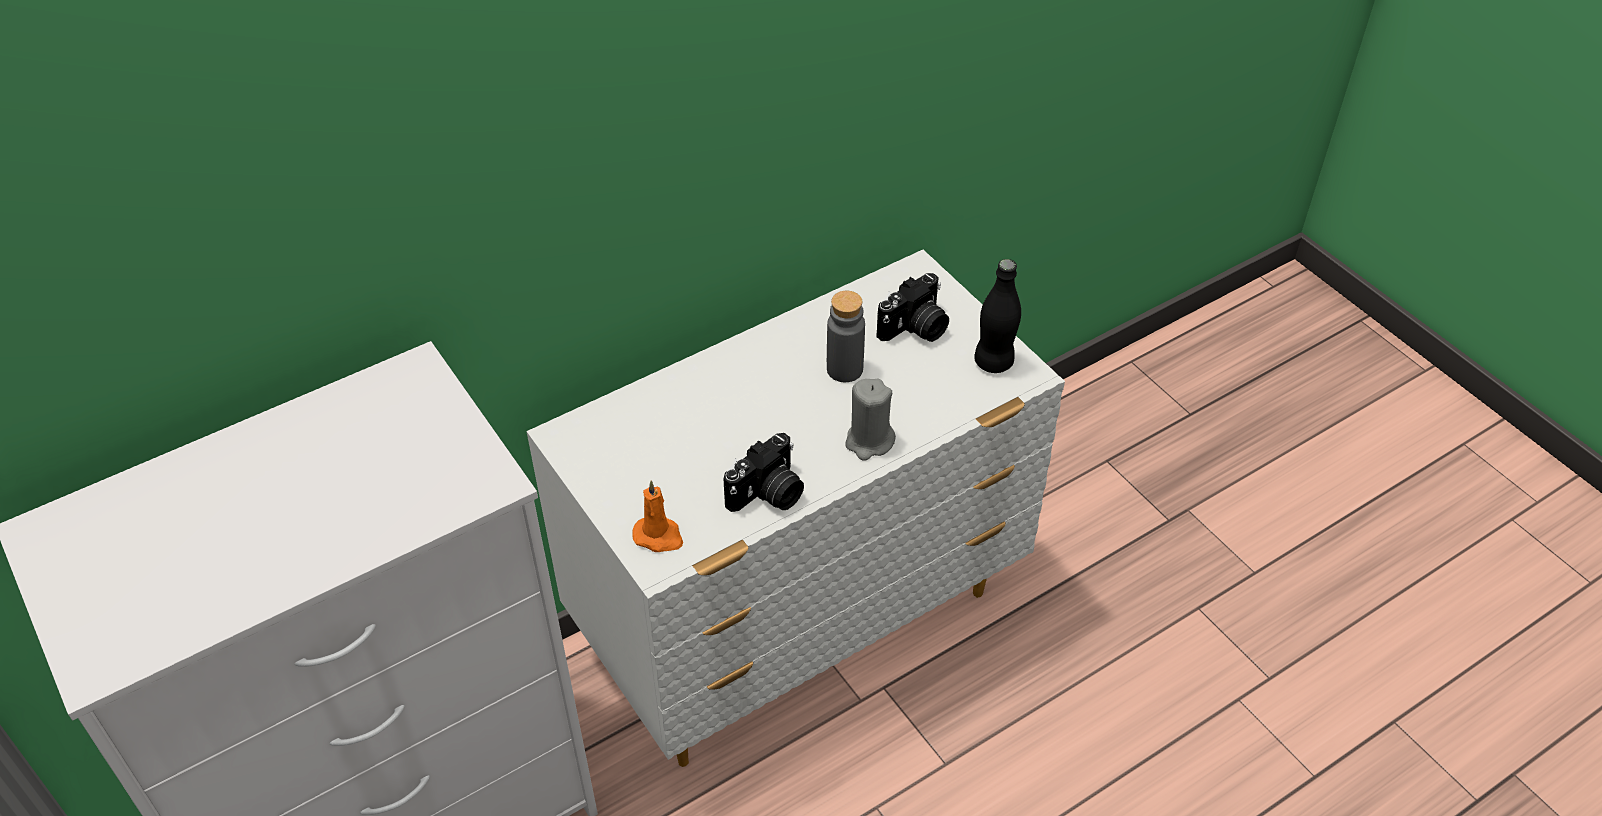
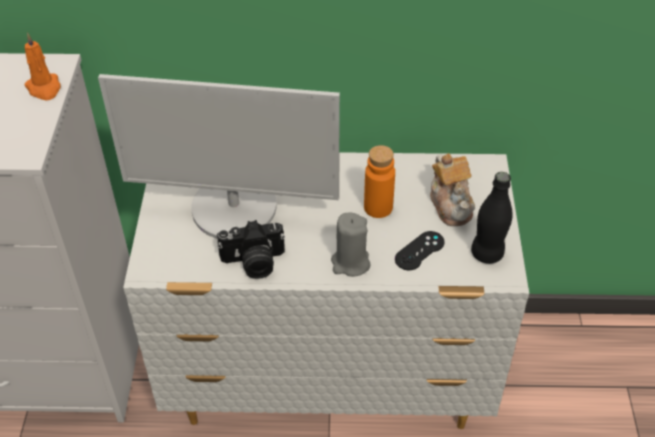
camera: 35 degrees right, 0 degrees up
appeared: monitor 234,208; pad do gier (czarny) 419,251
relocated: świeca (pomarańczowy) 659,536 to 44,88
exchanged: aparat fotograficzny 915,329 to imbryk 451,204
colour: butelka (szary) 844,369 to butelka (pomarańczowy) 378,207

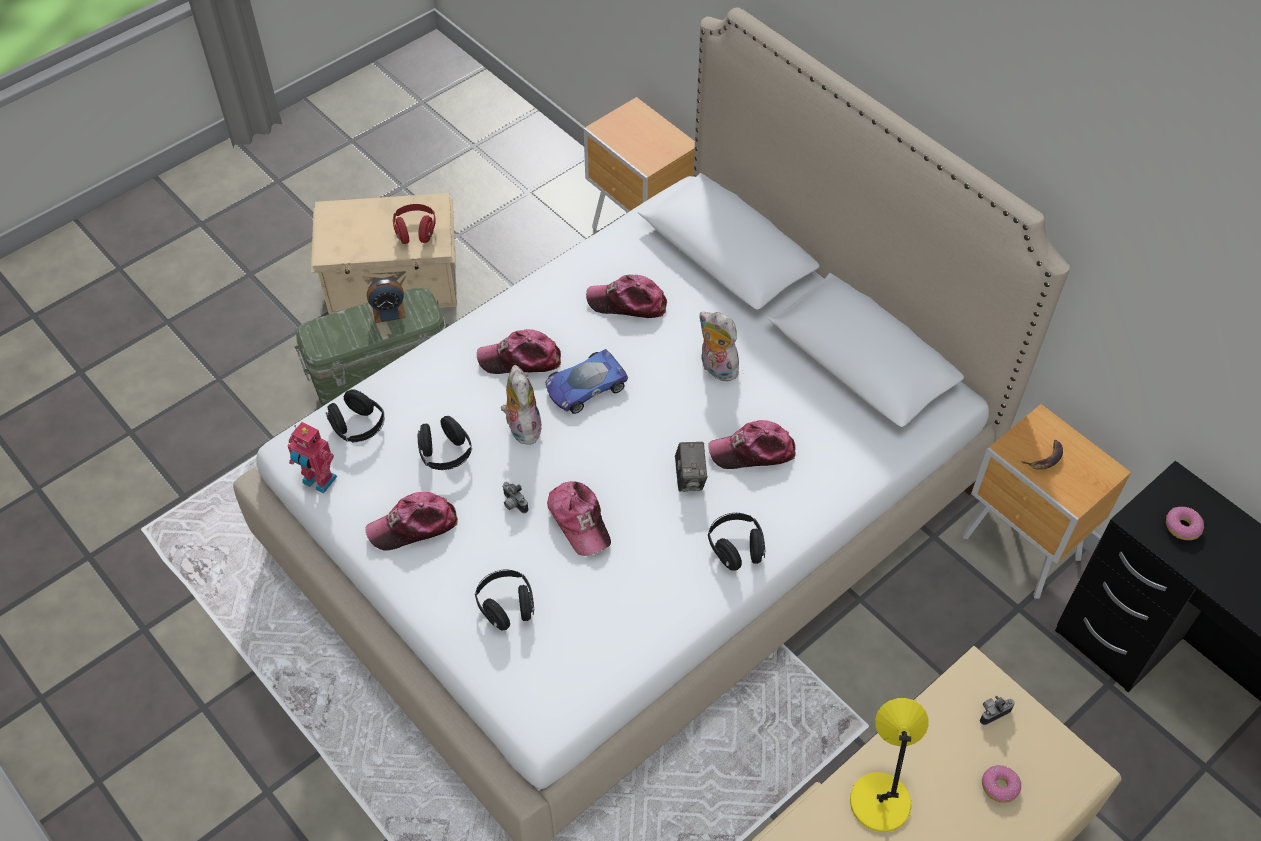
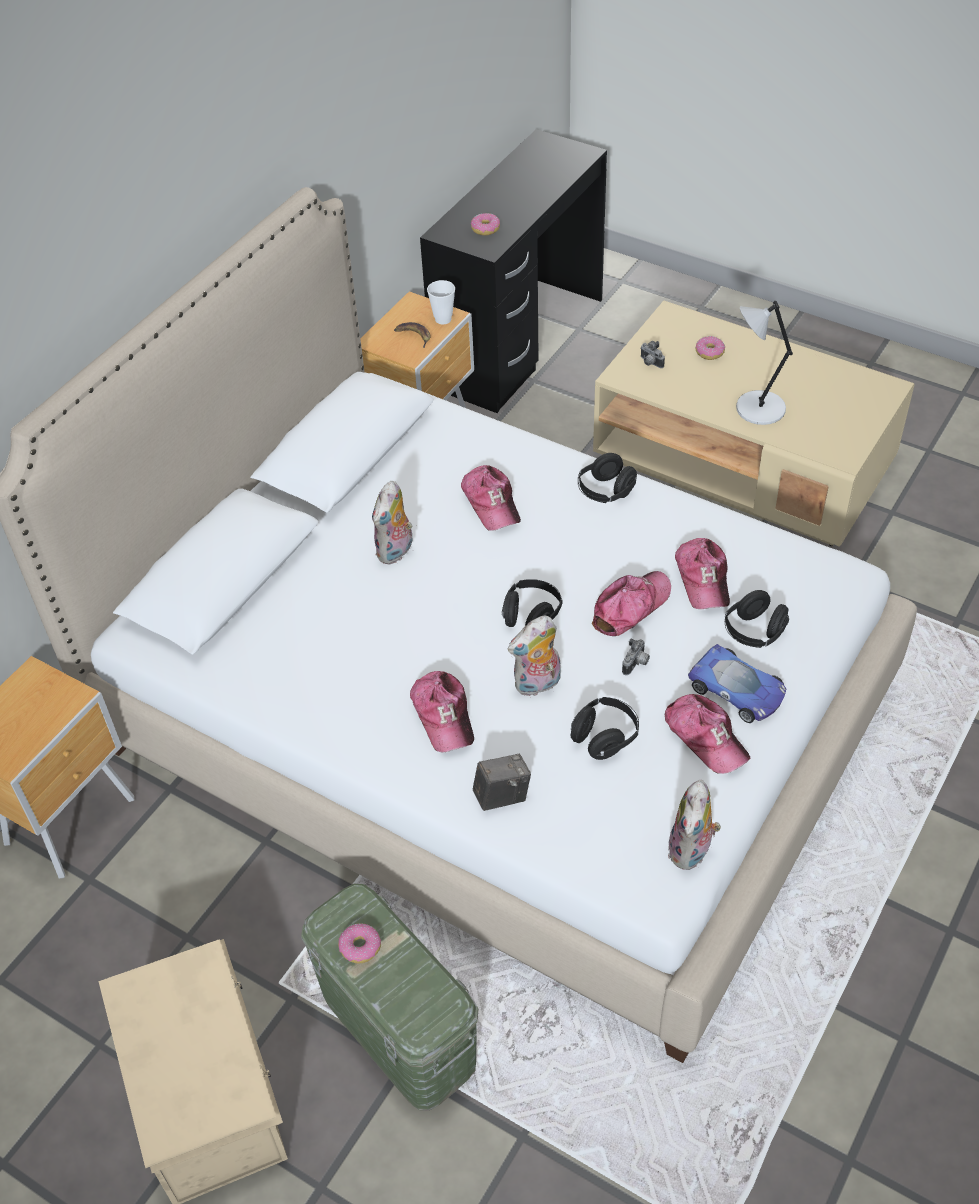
camera: 105 degrees left, 5 degrees down
missing: słuchawki (czerwony) 415,232
appeared: filiżanka 443,319
relocated: słuchawki (czarny) 358,427 to 531,616; samochodzik 585,387 to 738,691; czapka z daszkiem 627,303 to 703,579; aparat fotograficzny 690,478 to 502,796
exchanged: robot zabawkowy 318,481 to pluszak 691,851; budzik 388,311 to donut 360,947
colour: lampa stołowa (żółty) 880,798 to lampa stołowa (szary) 757,409

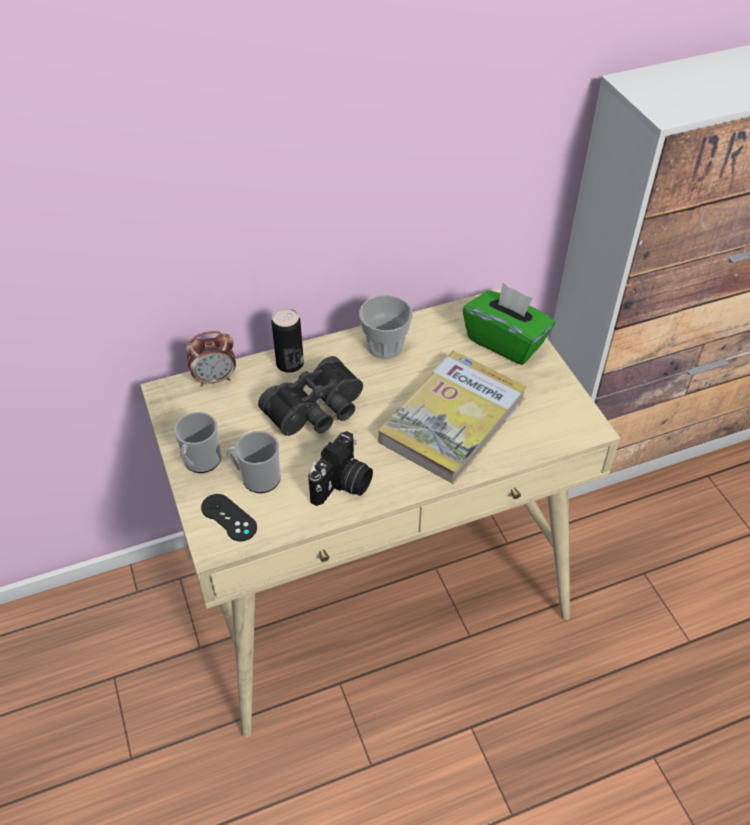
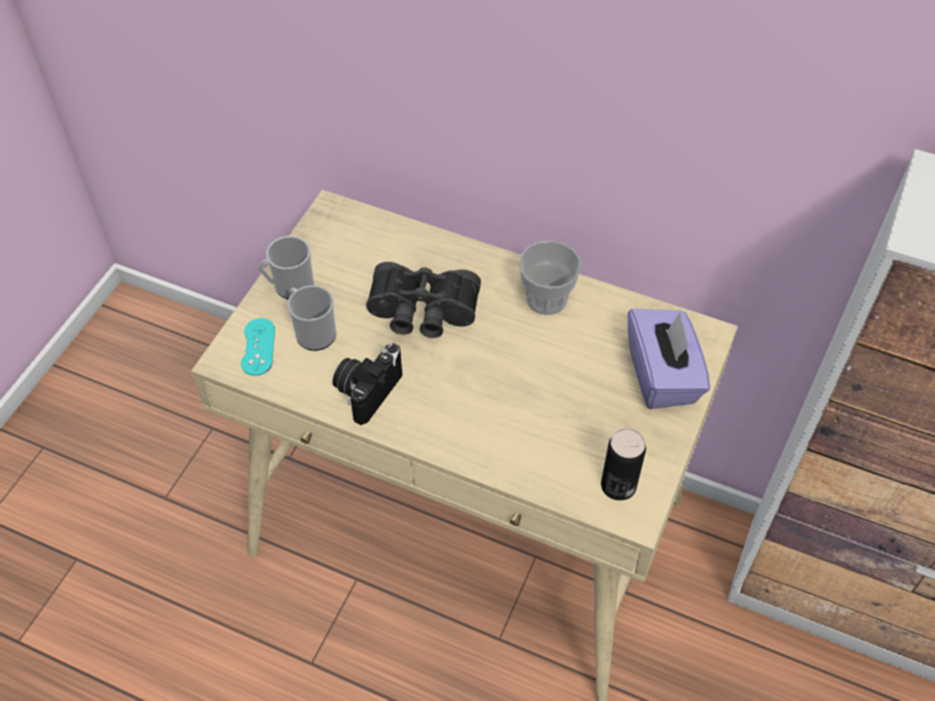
camera: 45 degrees right, 5 degrees up
missing: budzik 215,379; książka 452,420
relocated: puszka 290,364 to 618,485
colour: pad do gier (czarny) 229,517 to pad do gier (turkusowy) 258,347; pudełko chusteczek (zielony) 505,341 to pudełko chusteczek (fioletowy) 662,375
spun: aparat fotograficzny 342,485 = 367,390 135 degrees clockwise

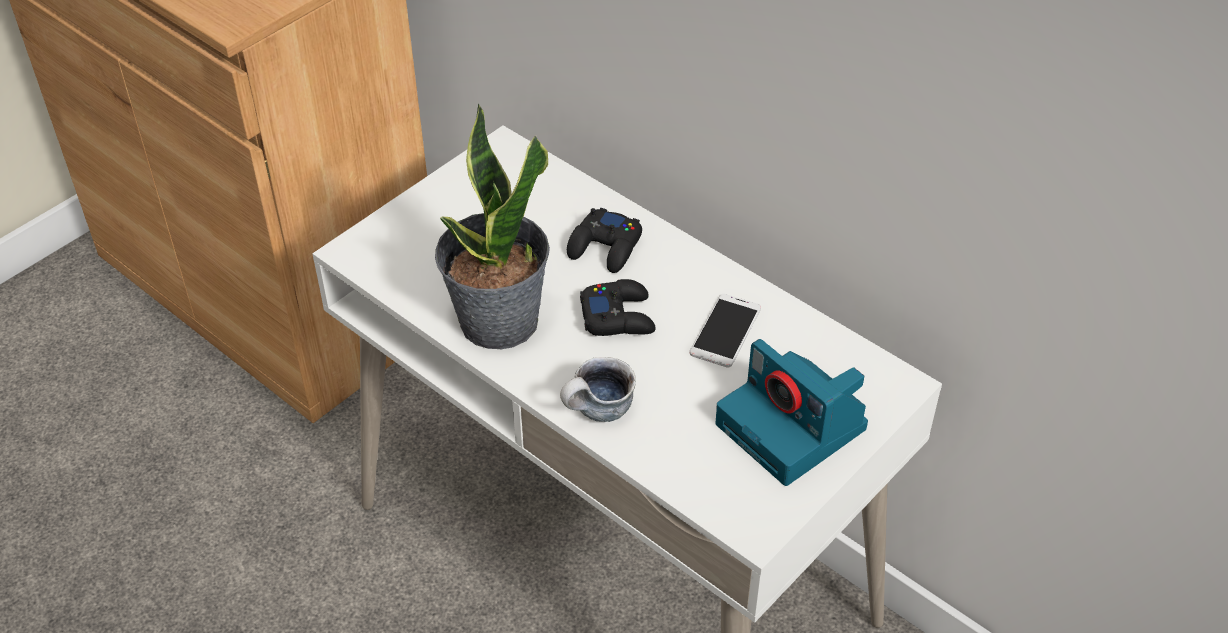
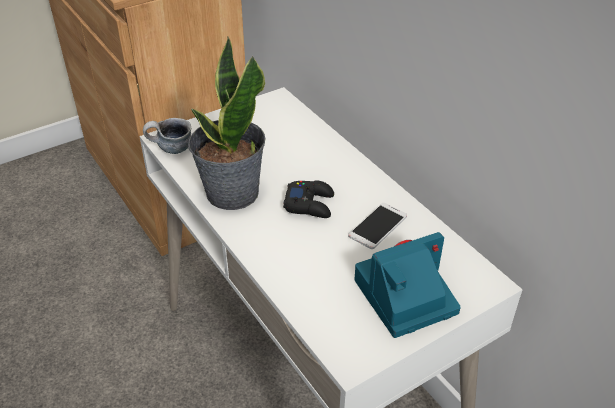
camera: 15 degrees right, 5 degrees down
missing: pad do gier (czarny) 605,247
relocated: kubek 598,413 to 171,150
spun: aparat fotograficzny 794,428 = 404,297 90 degrees clockwise

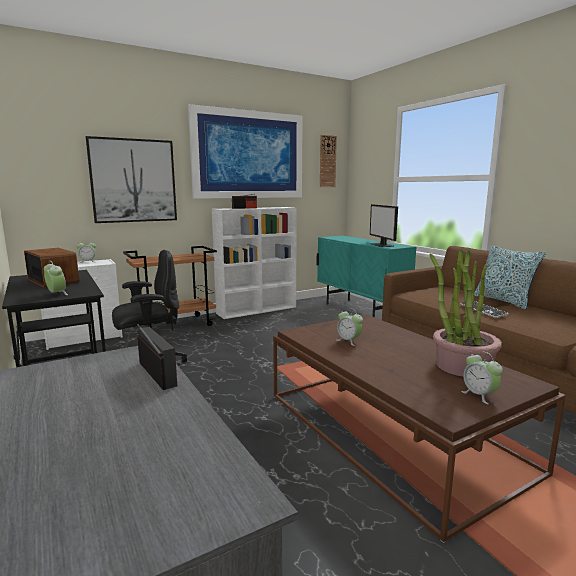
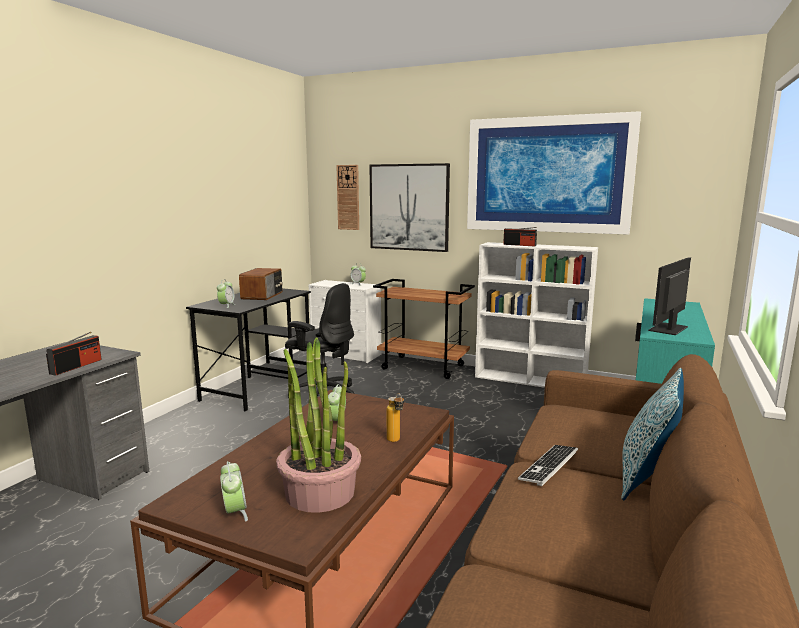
camera: 55 degrees right, 0 degrees up
appeared: butelka 395,442
relocated: zegar ścienny 327,161 to 348,197
spun: budzik 479,395 = 235,512 135 degrees clockwise

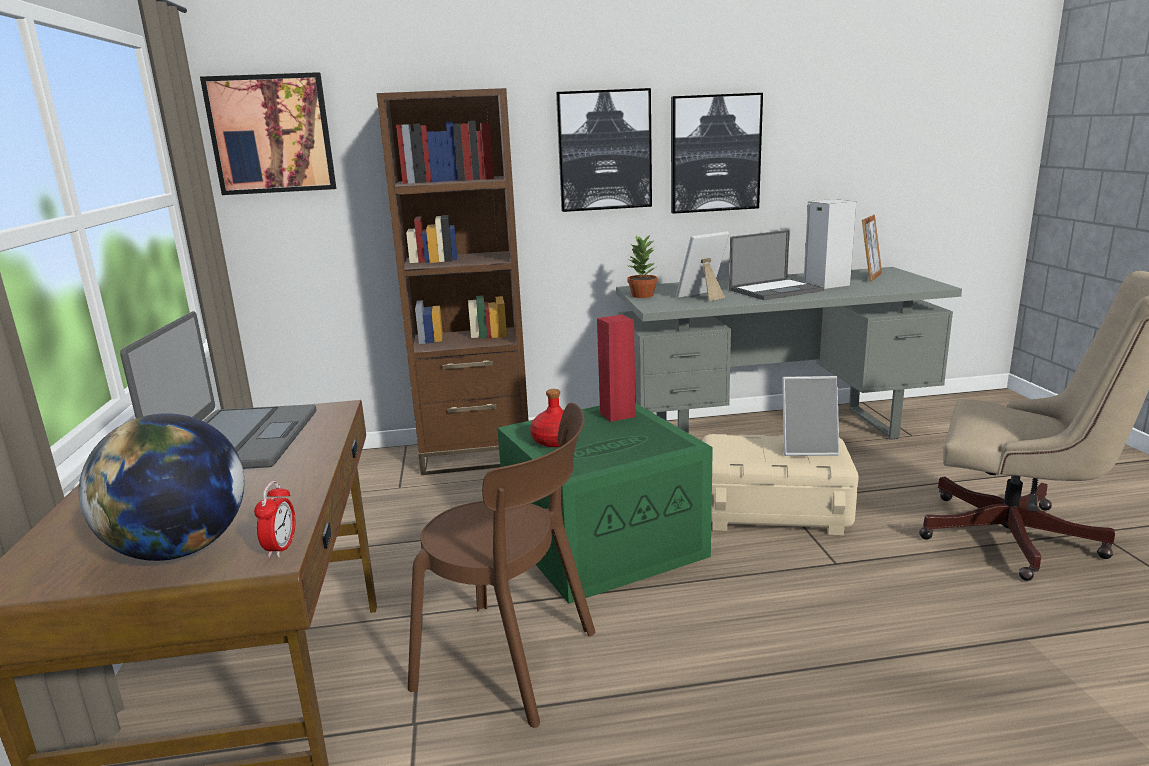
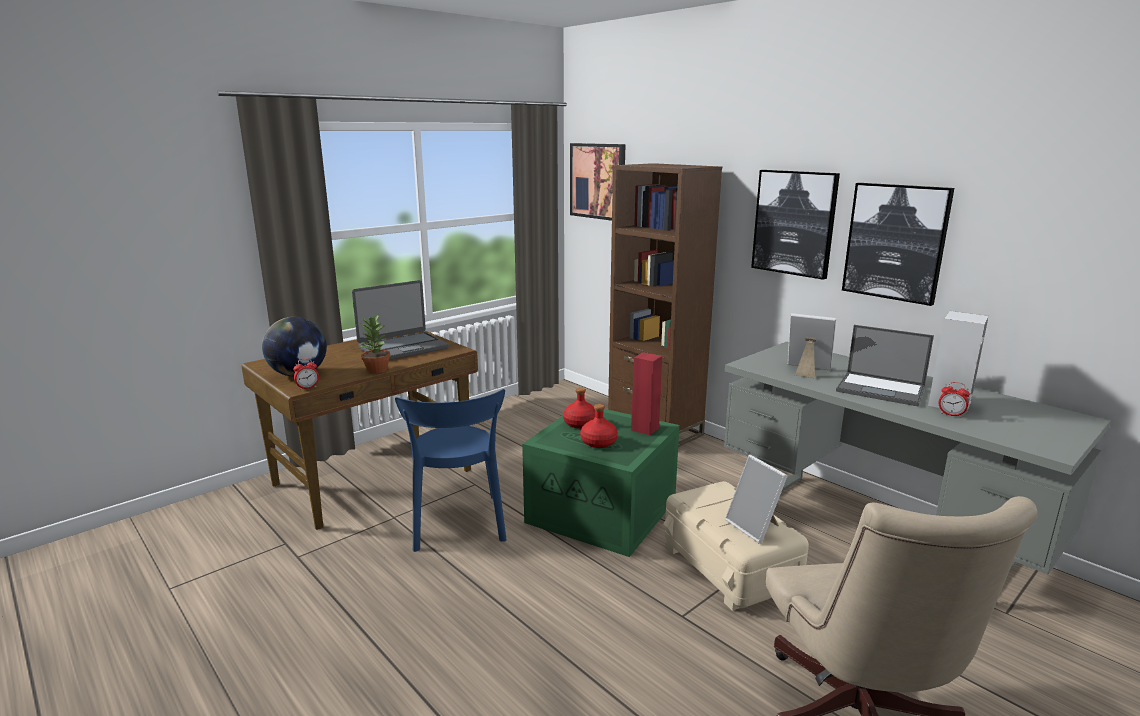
camera: 55 degrees right, 0 degrees up
missing: ramka na zdjęcie 869,277
appeared: butelka (czerwony) 598,442; budzik 951,415
relocated: roślina doniczkowa 642,295 to 376,370
colour: krzesło (brązowy) 514,661 to krzesło (niebieski) 458,525

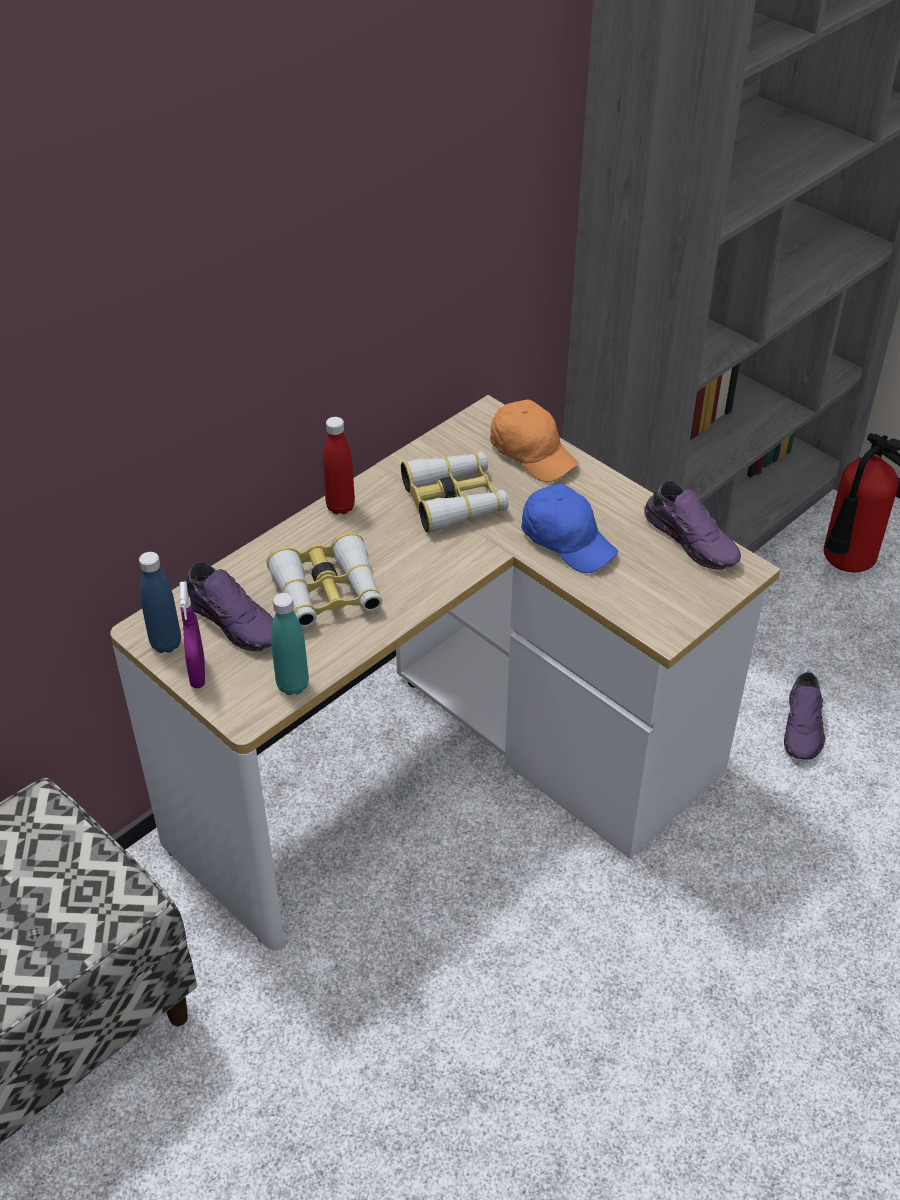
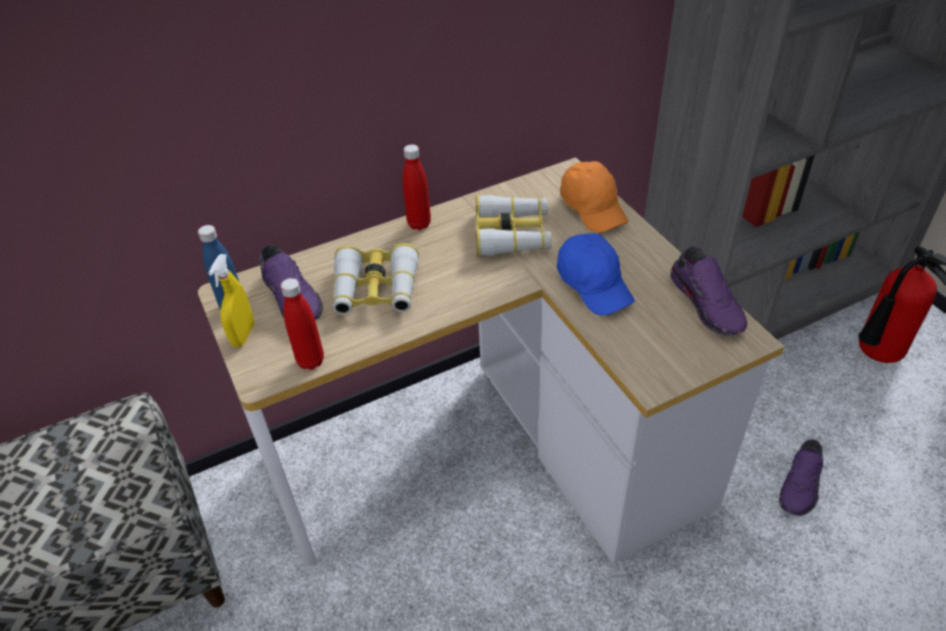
camera: 20 degrees right, 0 degrees up
colour: spryskiwacz (fioletowy) 197,673 to spryskiwacz (żółty) 243,335; butelka (turkusowy) 292,685 to butelka (czerwony) 311,361

